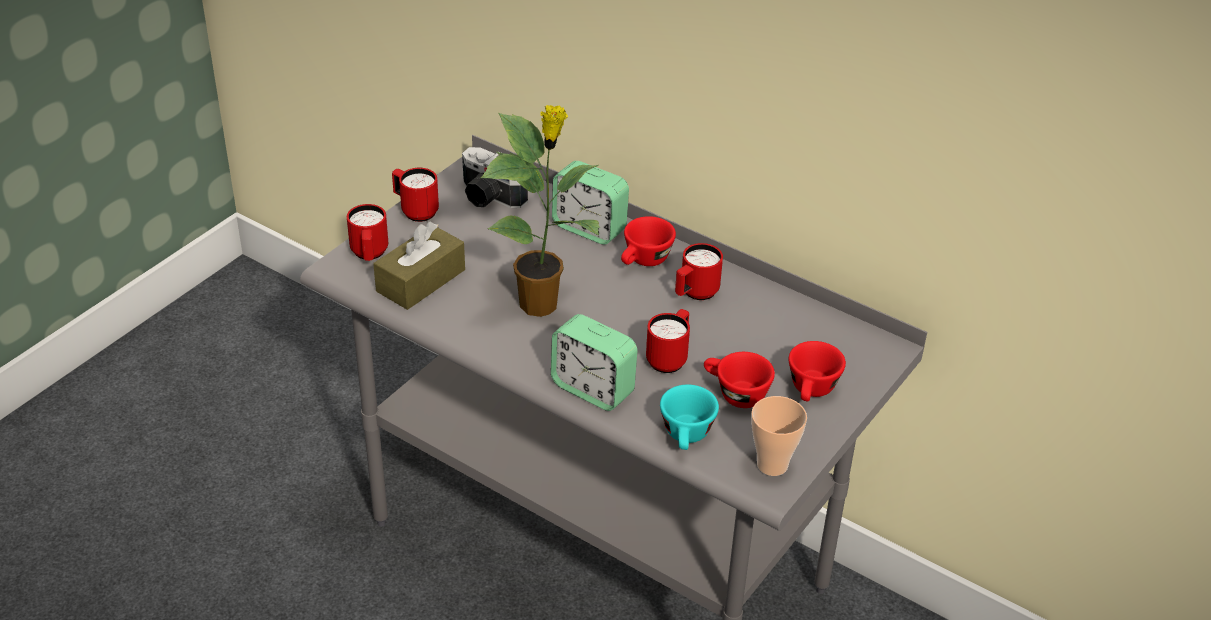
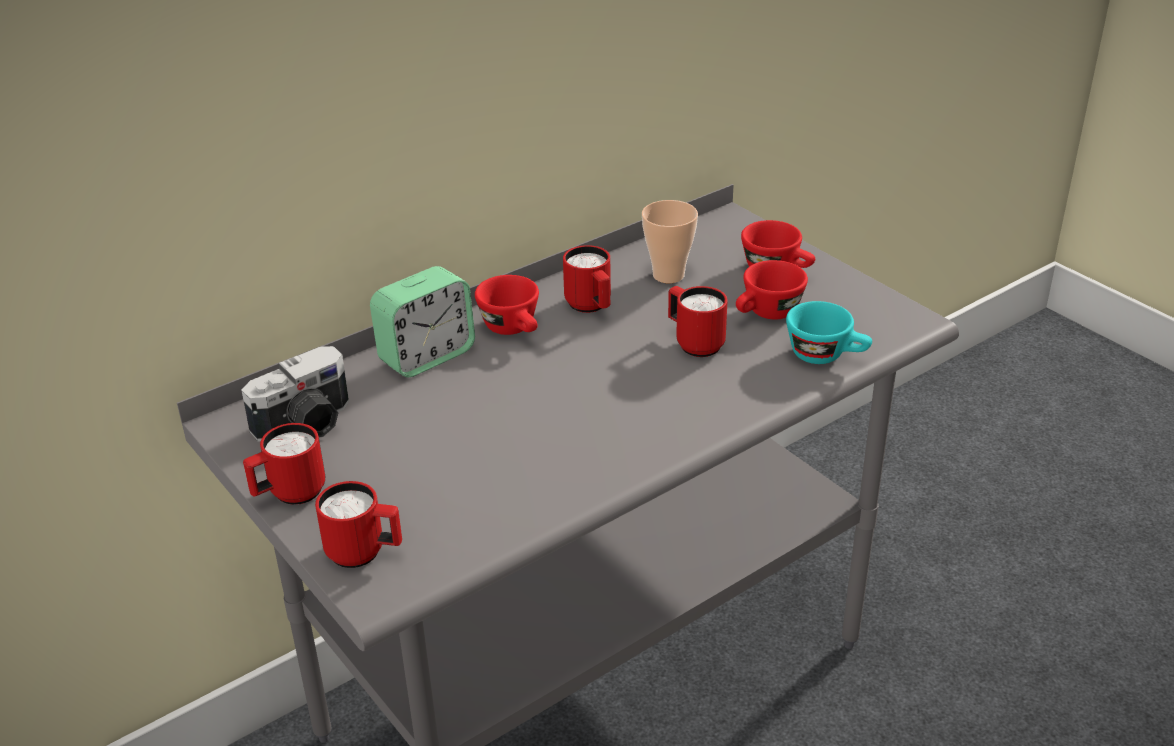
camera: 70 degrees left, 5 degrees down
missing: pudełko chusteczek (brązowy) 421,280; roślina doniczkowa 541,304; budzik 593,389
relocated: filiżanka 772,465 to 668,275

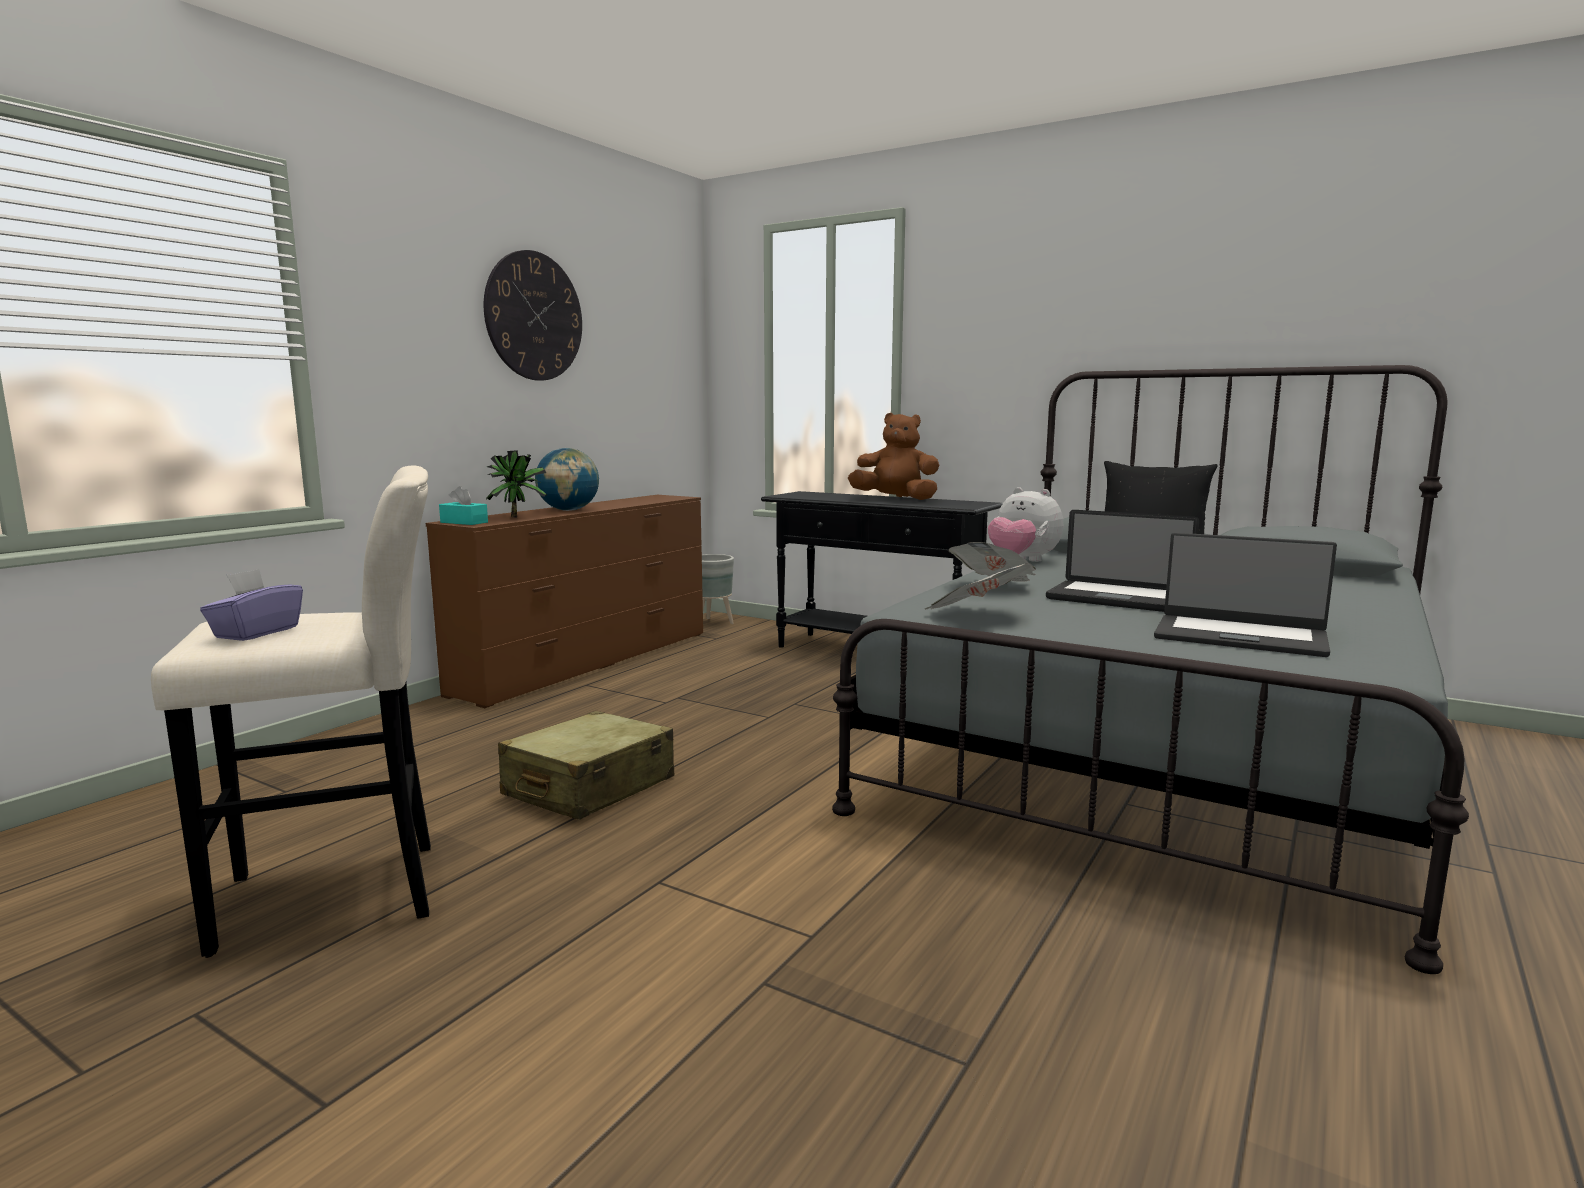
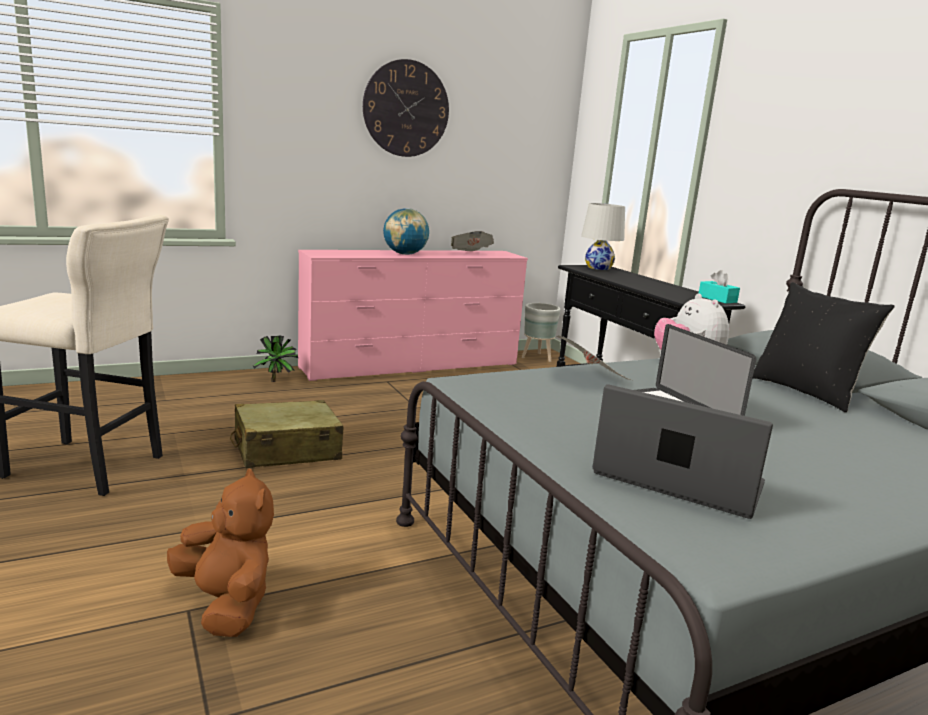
camera: 30 degrees right, 5 degrees up
missing: pudełko chusteczek (fioletowy) 256,632
appeared: lampa stołowa (biały) 598,268
relocated: pudełko chusteczek (turkusowy) 464,522 to 717,299; roślina doniczkowa 517,517 to 277,381; pluszak (brązowy) 895,499 to 226,604; gazeta 975,615 to 471,254
colour: komoda (brązowy) 588,662 to komoda (różowy) 412,366
spun: laptop 1240,636 = 677,481 150 degrees clockwise

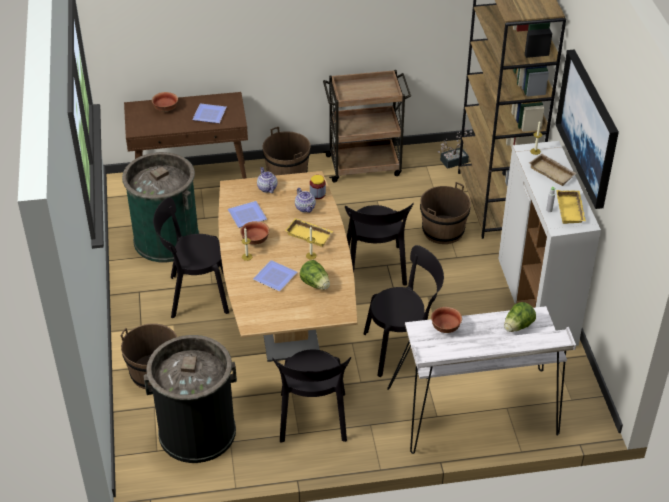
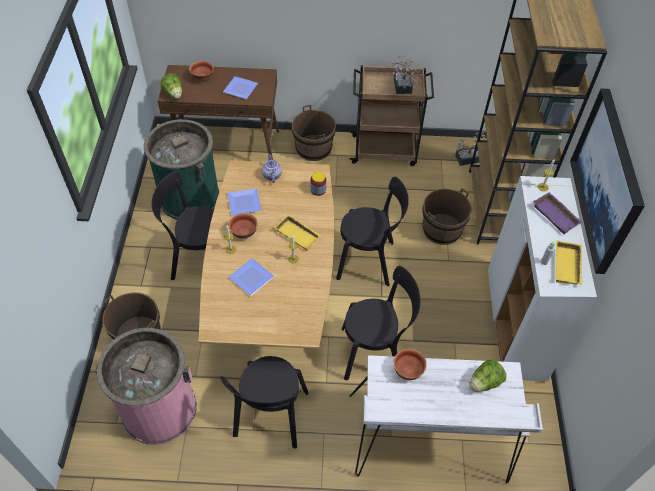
camera: 10 degrees right, 10 degrees up
missing: imbryk 305,208
appeared: roślina doniczkowa 402,88
relocated: sałata 315,284 to 174,94
colour: kosz na śmieci (czarny) 197,431 to kosz na śmieci (różowy) 159,408; taca (beżowy) 553,172 to taca (fioletowy) 557,215
spun: krzesło (czarny) 375,270 = 369,261 90 degrees counterclockwise

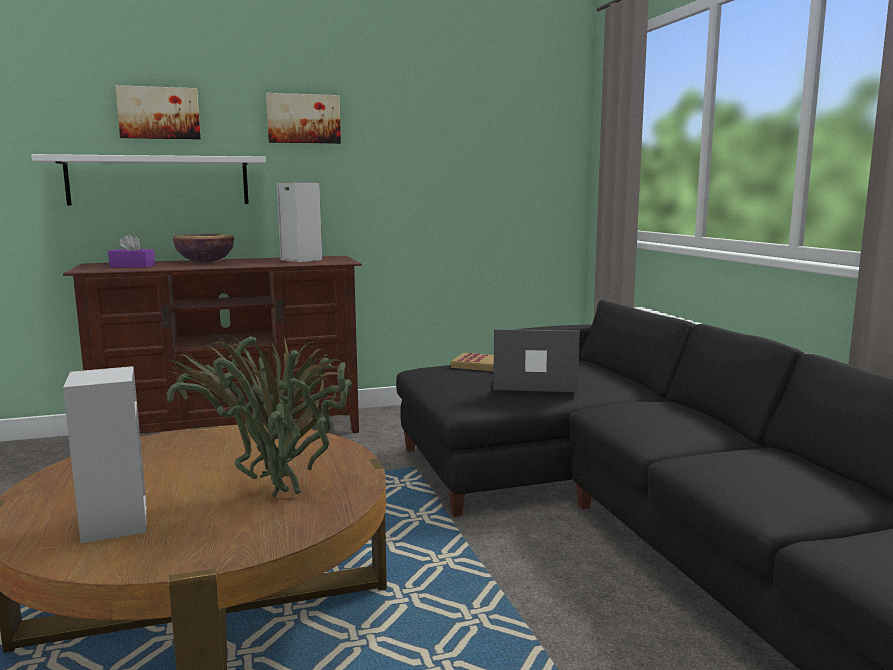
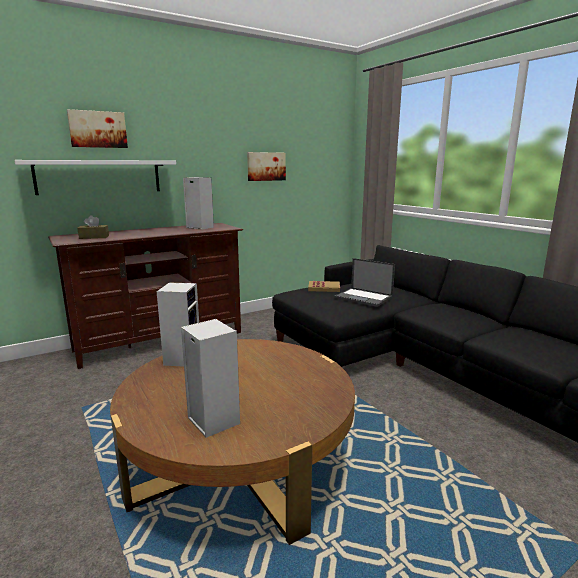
camera: 15 degrees left, 5 degrees up
missing: roślina doniczkowa 276,491; miska 205,262
appeared: głośnik 182,358
relocated: obraz 303,119 to 266,166
colour: pudełko chusteczek (fioletowy) 132,266 to pudełko chusteczek (brązowy) 94,237
spun: laptop 533,383 = 364,297 135 degrees counterclockwise

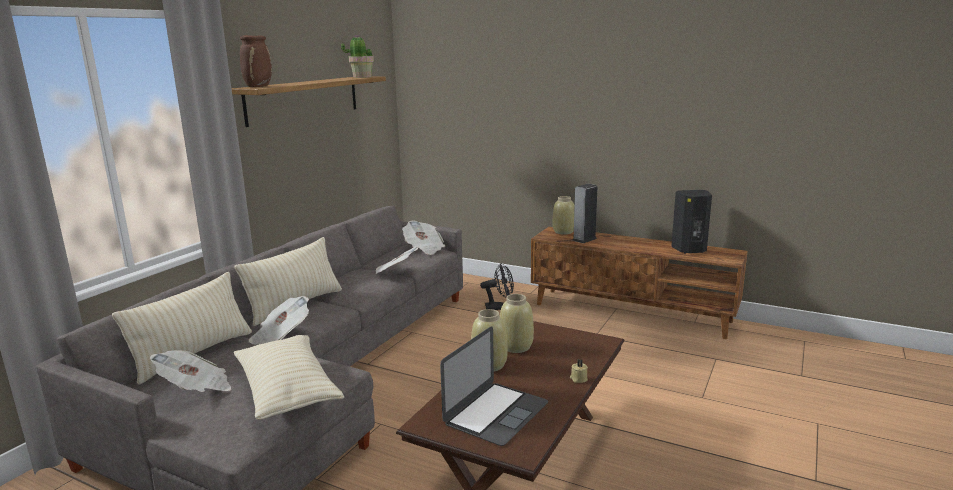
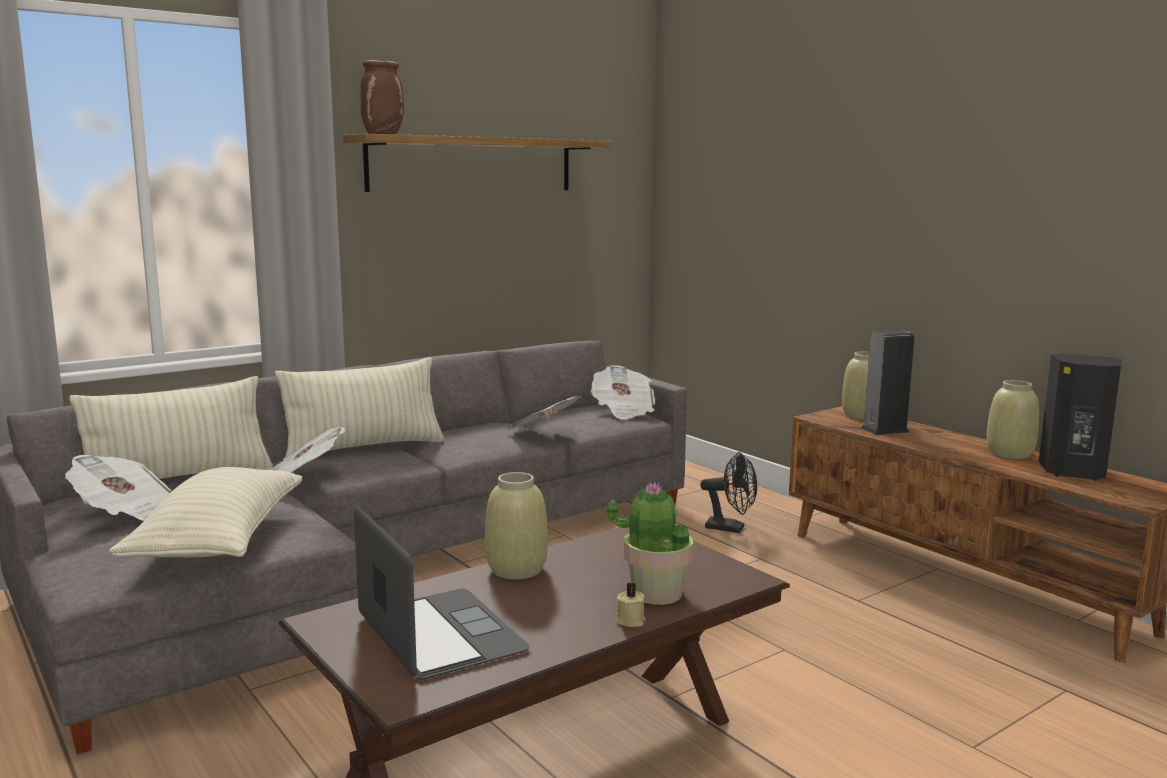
camera: 25 degrees right, 5 degrees down
relocated: roślina doniczkowa 362,77 to 656,593; wazon (beżowy) 516,347 to 1009,454
spun: laptop 496,413 = 440,633 90 degrees counterclockwise

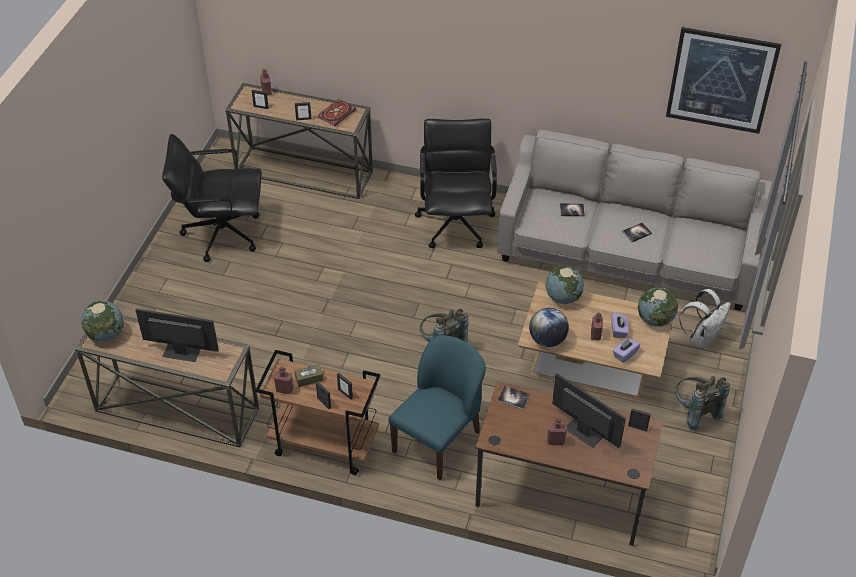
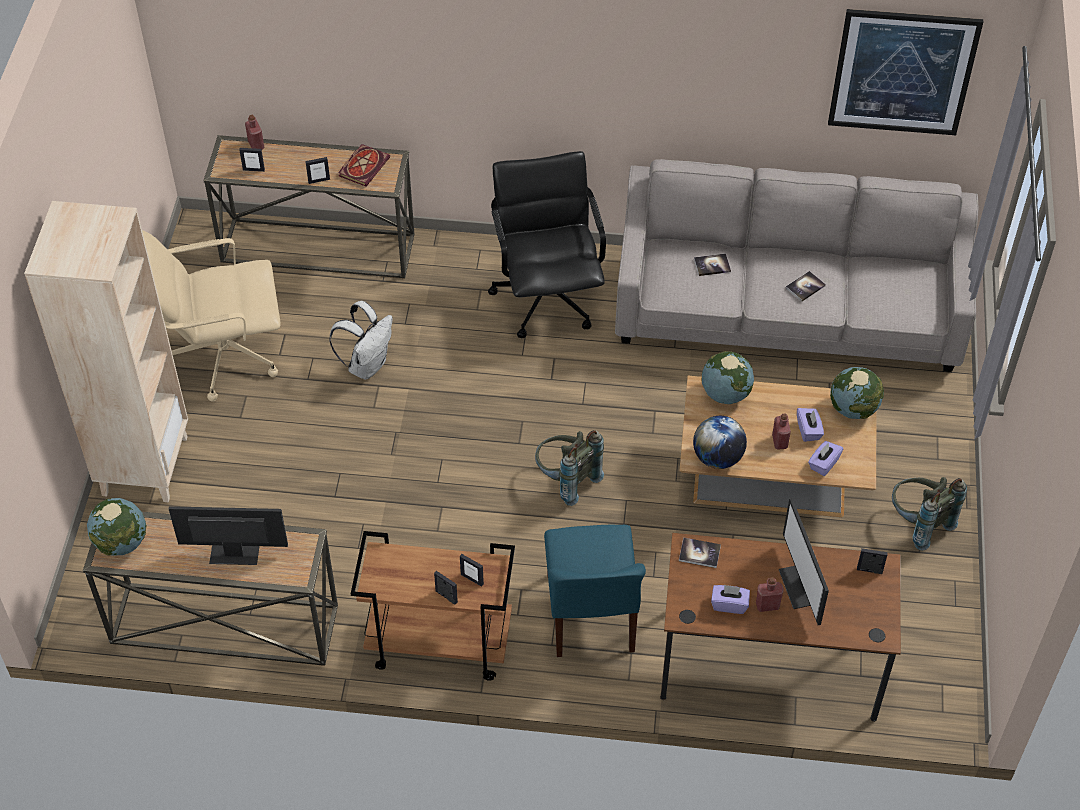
camera: 10 degrees left, 5 degrees up
missing: butelka (czerwony) 284,389; pudełko chusteczek (brązowy) 309,379
appeared: regał (beżowy) 144,465; pudełko chusteczek (fioletowy) 729,604
relocated: plecak (biały) 701,338 to 367,365
colour: krzesło biurowe (czarny) 221,233 to krzesło biurowe (beżowy) 223,355
spun: krzesło (niebieski) 438,441 = 591,615 150 degrees clockwise; monitor 583,431 = 801,586 135 degrees counterclockwise

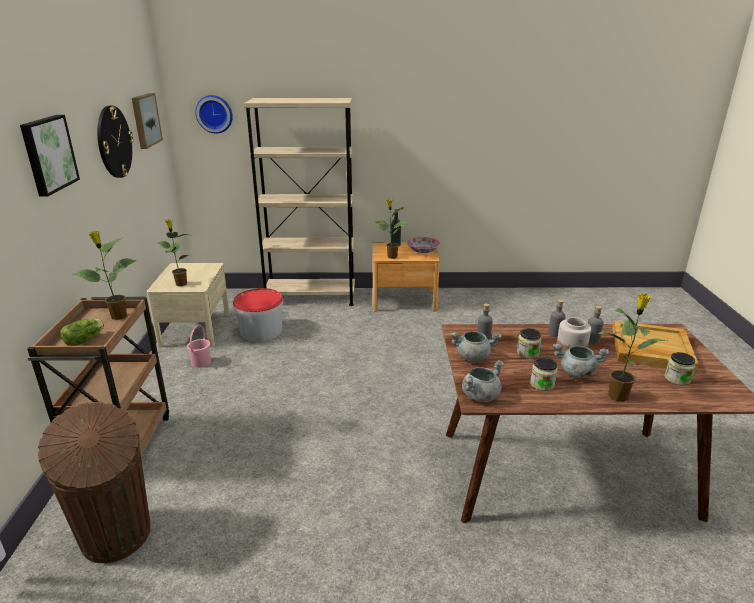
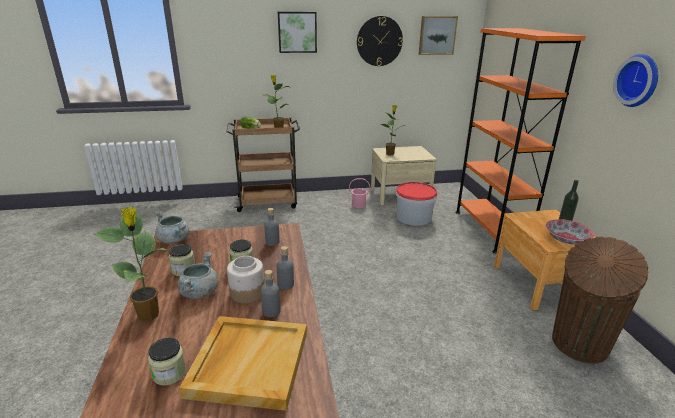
camera: 80 degrees right, 0 degrees up
missing: roślina doniczkowa 391,257; garnek (szary) 473,357
relocated: kosz na śmieci (brązowy) 116,537 to 578,345; zegar ścienny 214,114 to 639,80
colour: regał (beżowy) 310,297 to regał (pomarańczowy) 490,229

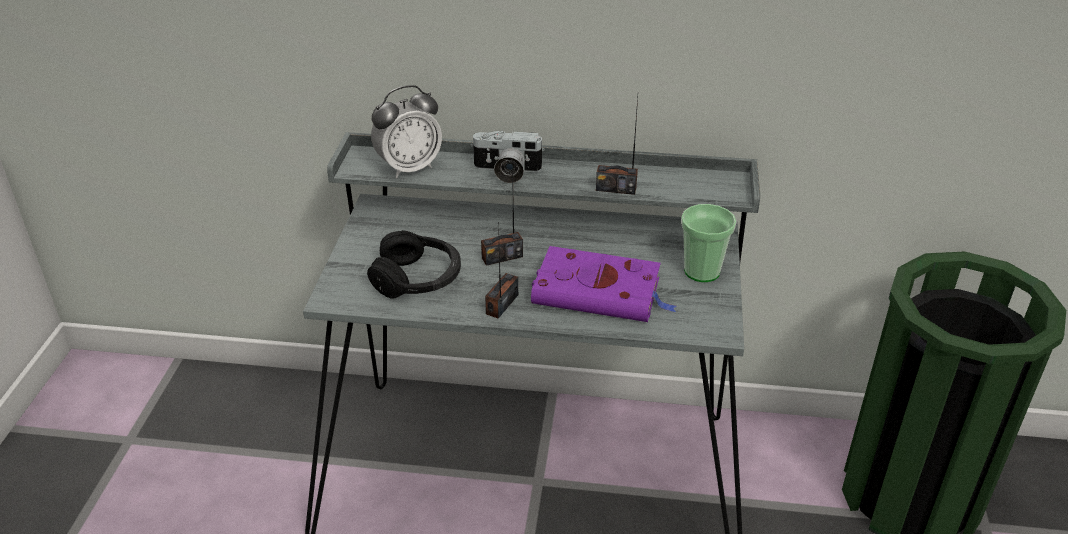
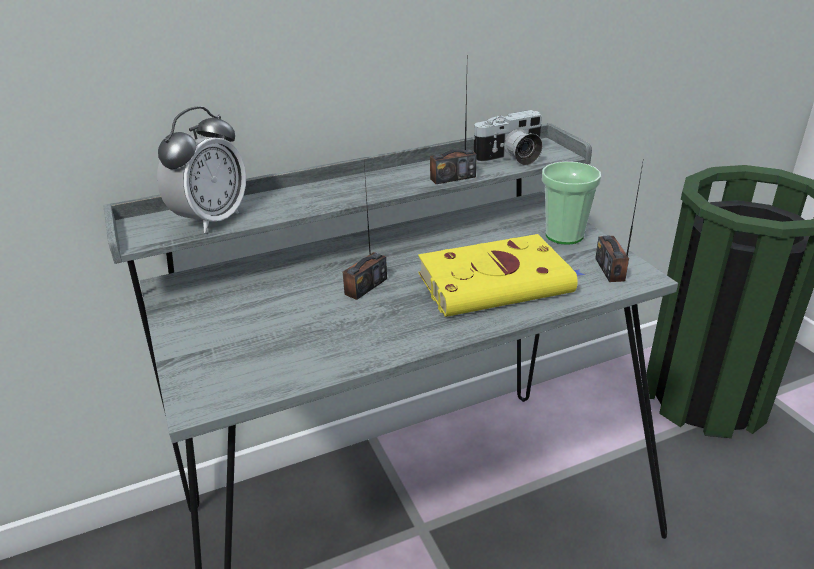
camera: 30 degrees left, 5 degrees down
missing: słuchawki (czarny) 418,279
relocated: aparat fotograficzny 506,172 to 511,159; radio 502,304 to 610,269
colour: książka (fioletowy) 600,292 to książka (żółty) 498,283

